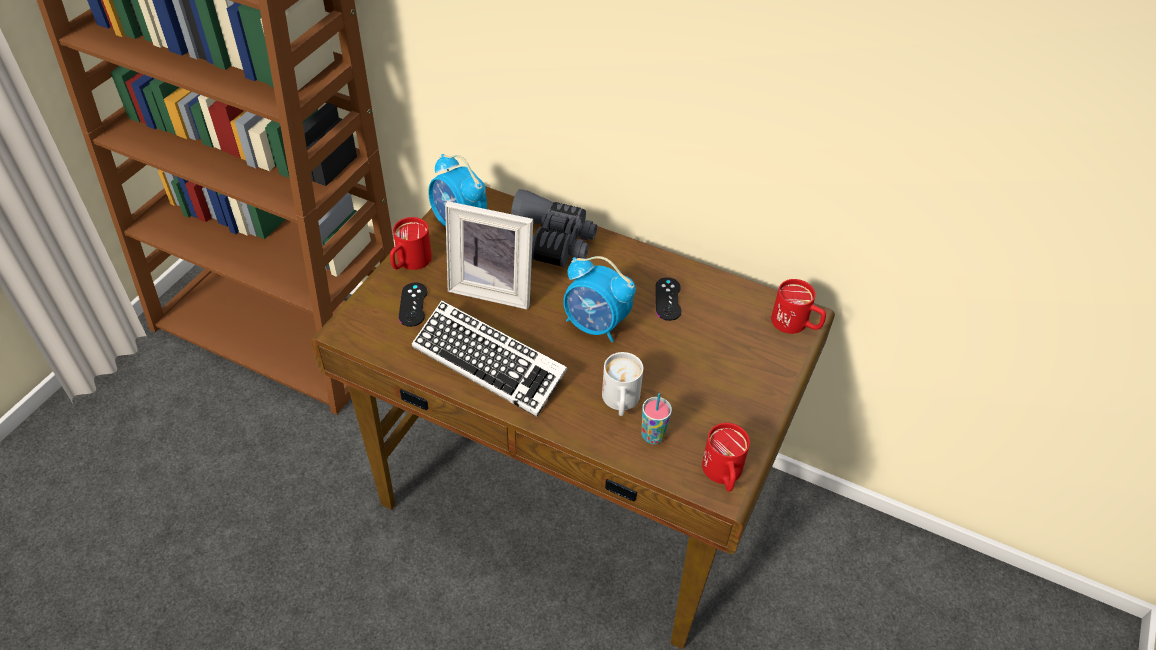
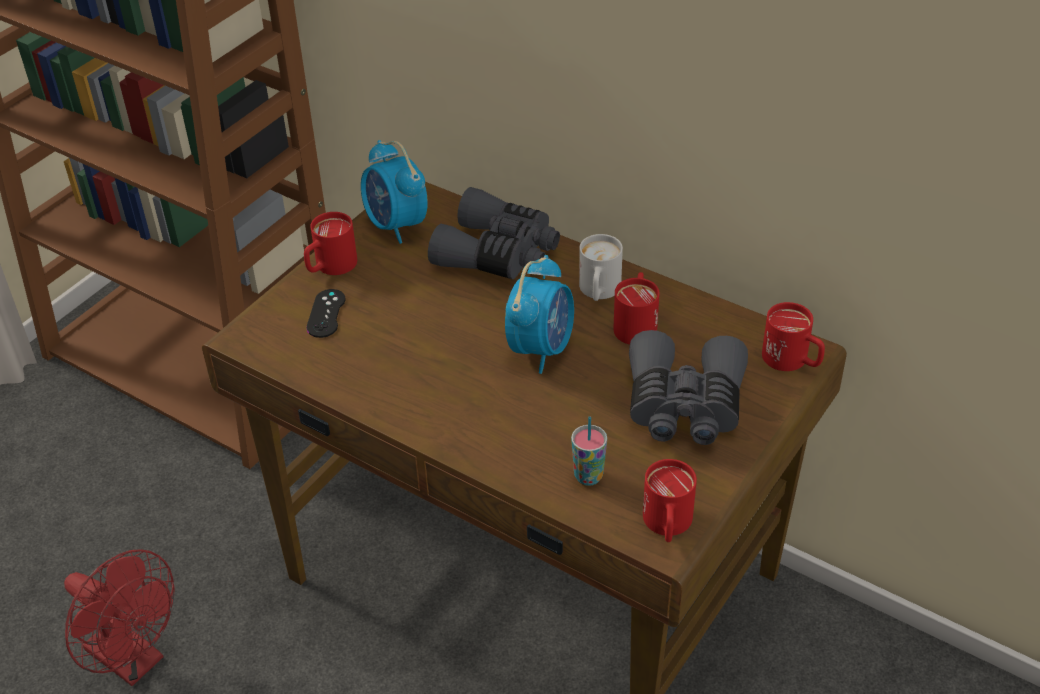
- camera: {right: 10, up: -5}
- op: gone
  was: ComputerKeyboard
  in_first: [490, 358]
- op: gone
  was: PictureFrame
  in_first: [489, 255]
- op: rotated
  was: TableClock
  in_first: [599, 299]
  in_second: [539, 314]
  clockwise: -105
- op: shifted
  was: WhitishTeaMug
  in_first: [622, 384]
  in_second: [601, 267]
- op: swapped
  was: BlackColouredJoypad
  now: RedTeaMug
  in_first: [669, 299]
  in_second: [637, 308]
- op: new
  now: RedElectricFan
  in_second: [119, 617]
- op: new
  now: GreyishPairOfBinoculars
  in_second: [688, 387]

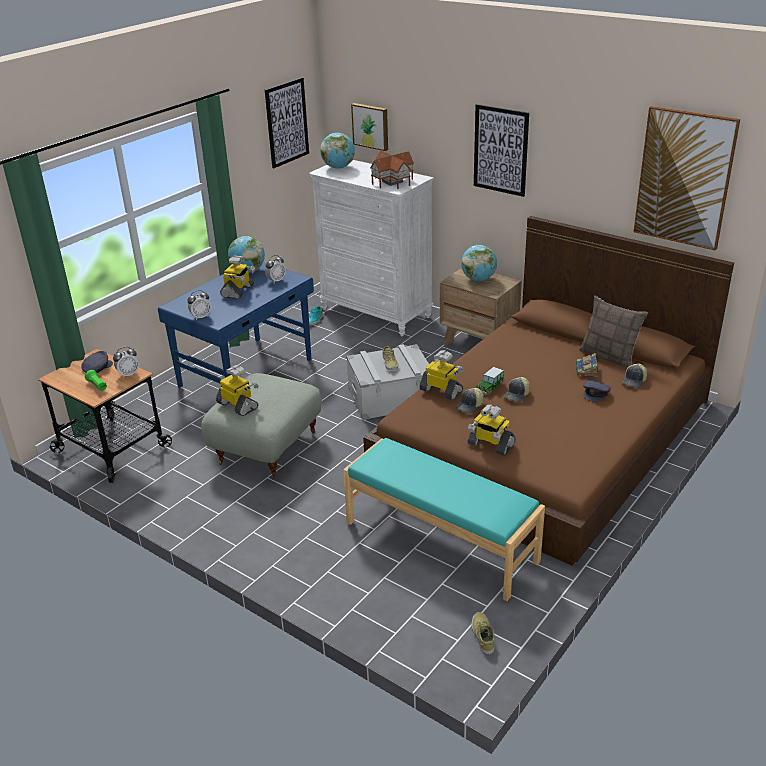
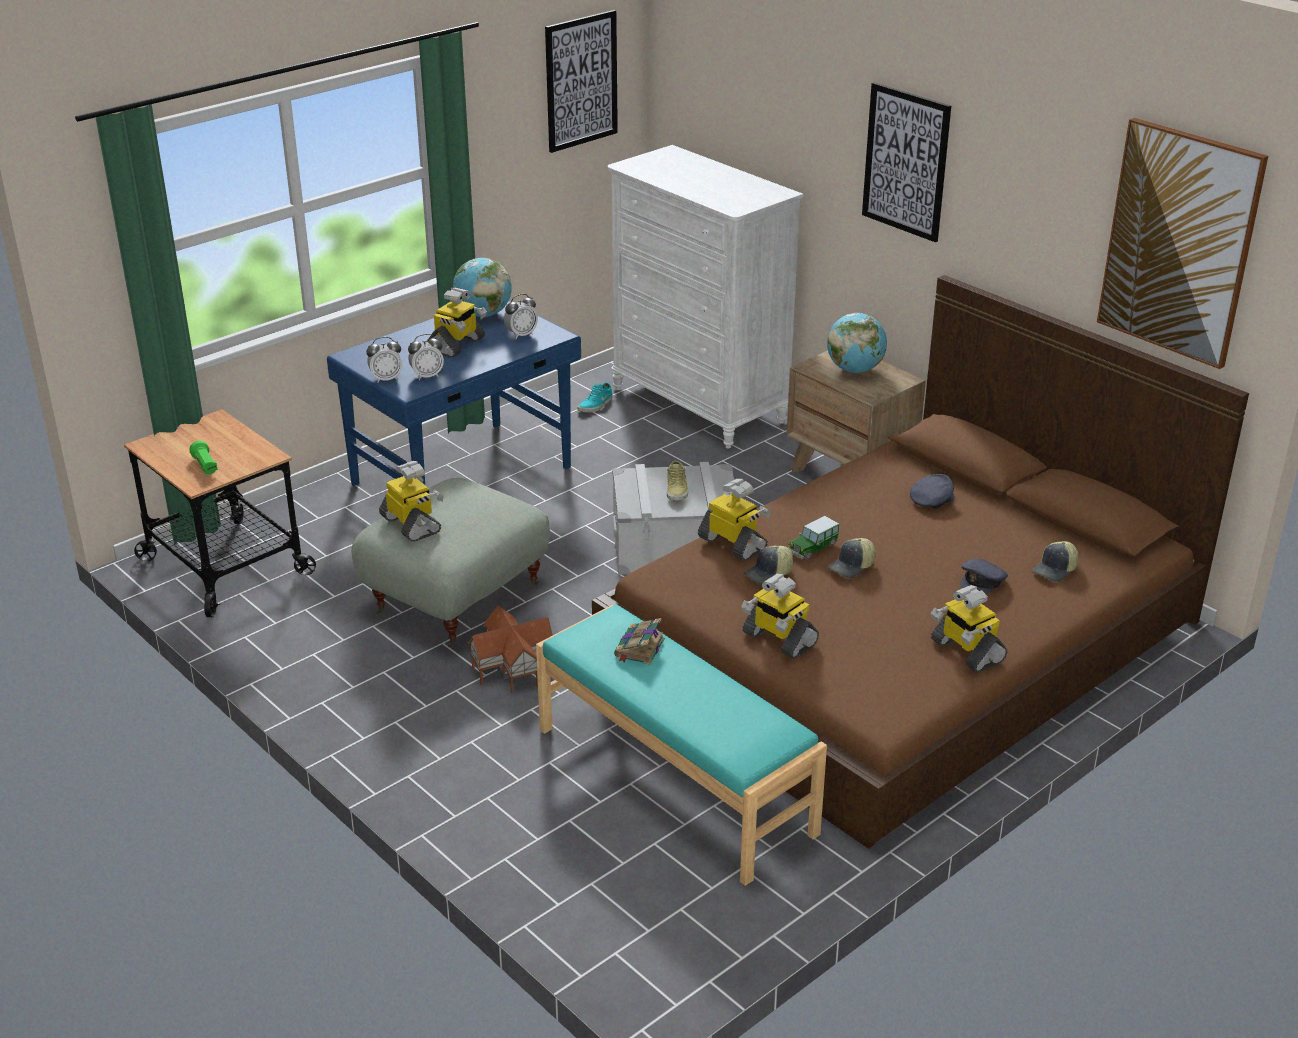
- camera: {right: 10, up: 0}
- op: shifted
  was: GreyishBaseballCap
  in_first: [97, 362]
  in_second: [932, 491]
- op: shifted
  was: TableClock
  in_first: [126, 362]
  in_second: [426, 357]
- op: gone
  was: WorldGlobe
  in_first: [337, 151]
- op: gone
  was: WallArt
  in_first: [369, 127]
- op: shifted
  was: ModelHouse
  in_first: [392, 170]
  in_second: [510, 649]
- op: gone
  was: SandColouredLowShoe
  in_first: [483, 633]
- op: shifted
  was: Volume
  in_first: [587, 365]
  in_second: [639, 641]
- op: gone
  was: Cushion
  in_first: [613, 331]
- op: new
  now: ModelRobot
  in_second: [969, 629]

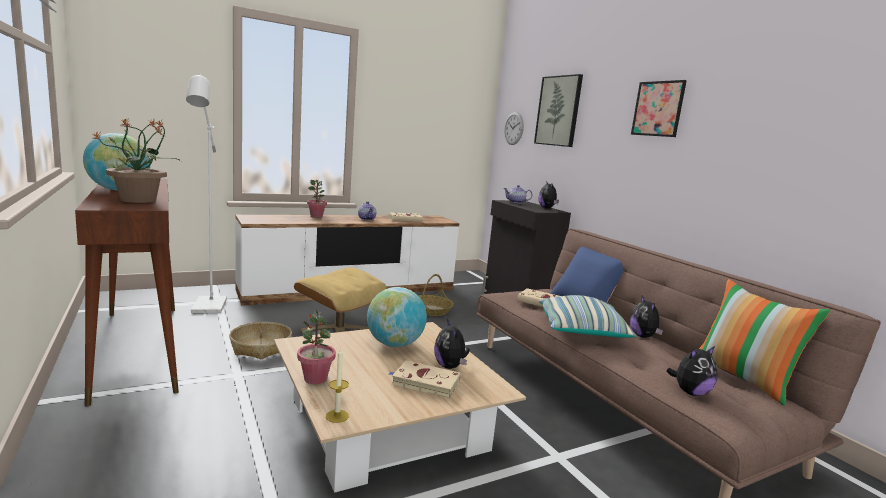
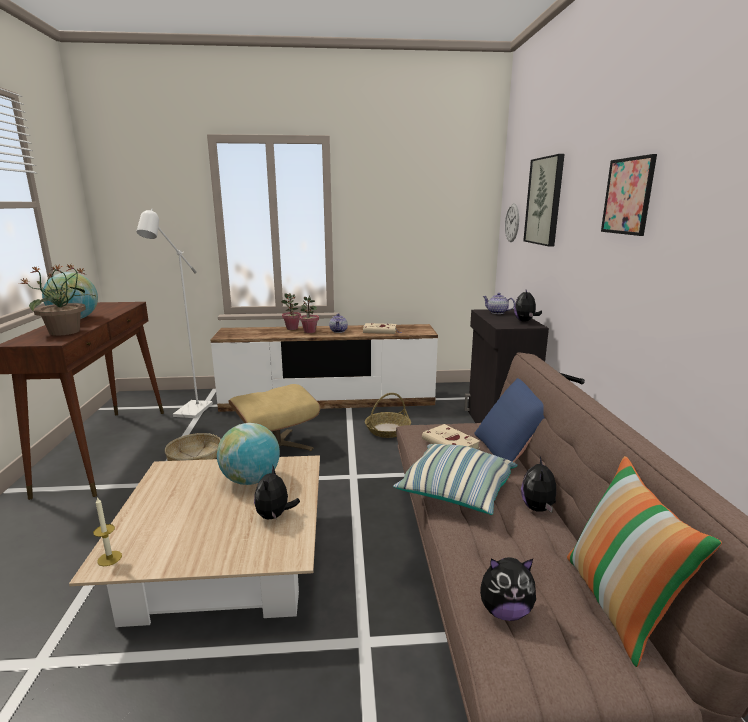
- camera: {right: 25, up: 5}
- op: shifted
  was: Houseplant
  in_first: [316, 347]
  in_second: [309, 314]
- op: gone
  was: SandColouredVolume
  in_first: [425, 380]

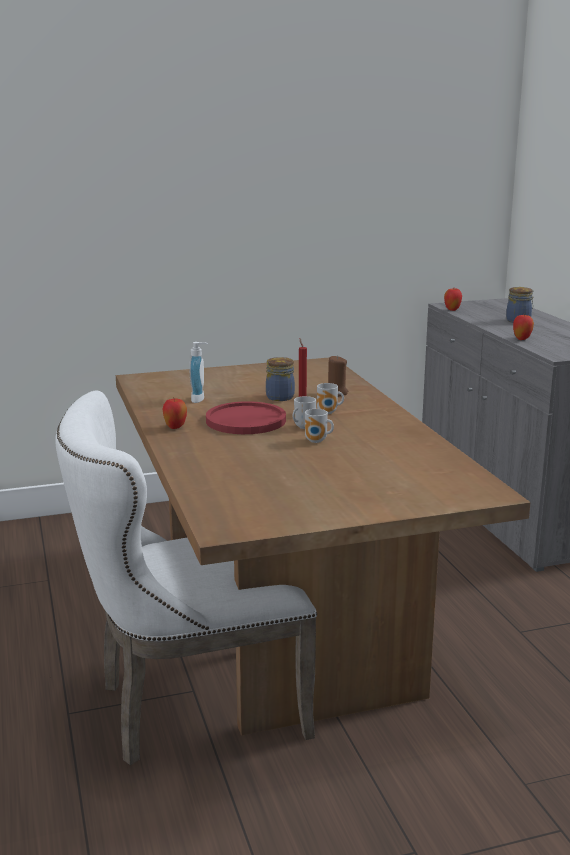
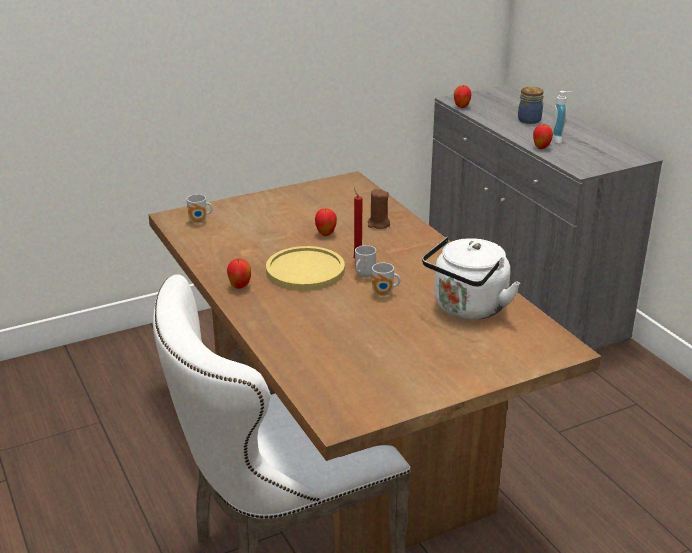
- camera: {right: -10, up: 10}
- op: shifted
  was: SoapDispenser
  in_first: [198, 372]
  in_second: [562, 117]
- op: repainted
  was: RedDinnerPlate
  now: YellowColouredDinnerPlate
  in_first: [246, 417]
  in_second: [305, 268]
- op: swapped
  was: StorageJar
  now: Apple
  in_first: [280, 379]
  in_second: [326, 222]
- op: shifted
  was: TeaMug
  in_first: [330, 398]
  in_second: [199, 208]
- op: new
  now: WhitishTeaKettle
  in_second: [471, 278]

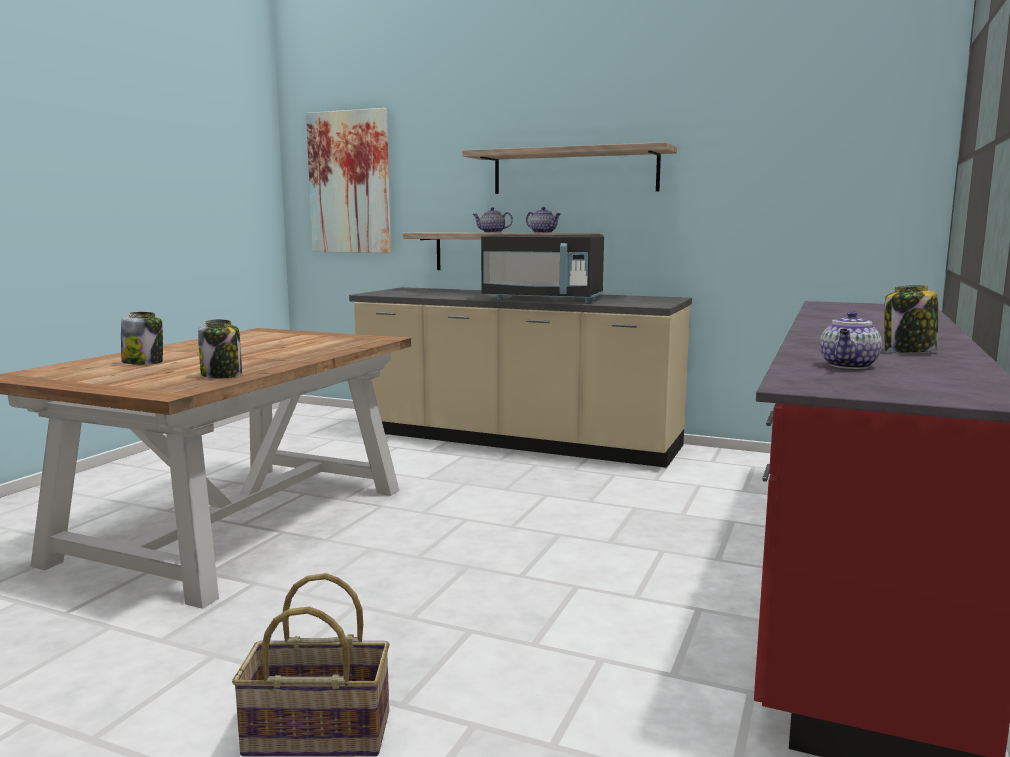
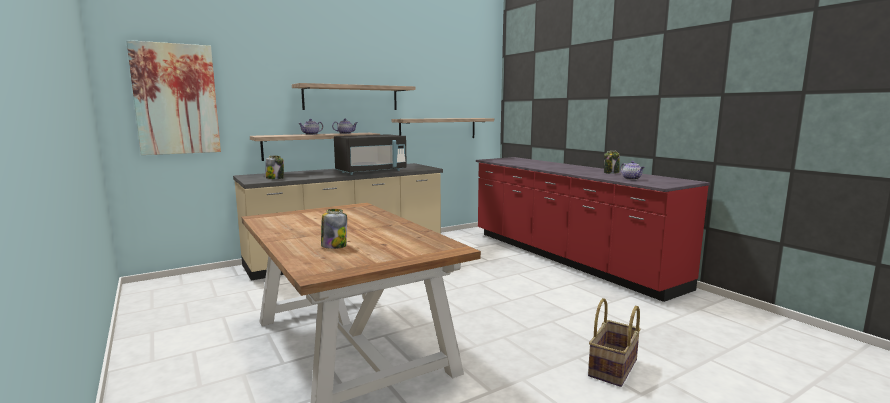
- camera: {right: -55, up: 0}
- op: shifted
  was: StorageJar
  in_first: [220, 349]
  in_second: [274, 167]
- op: new
  now: BracketShelf
  in_second: [443, 128]

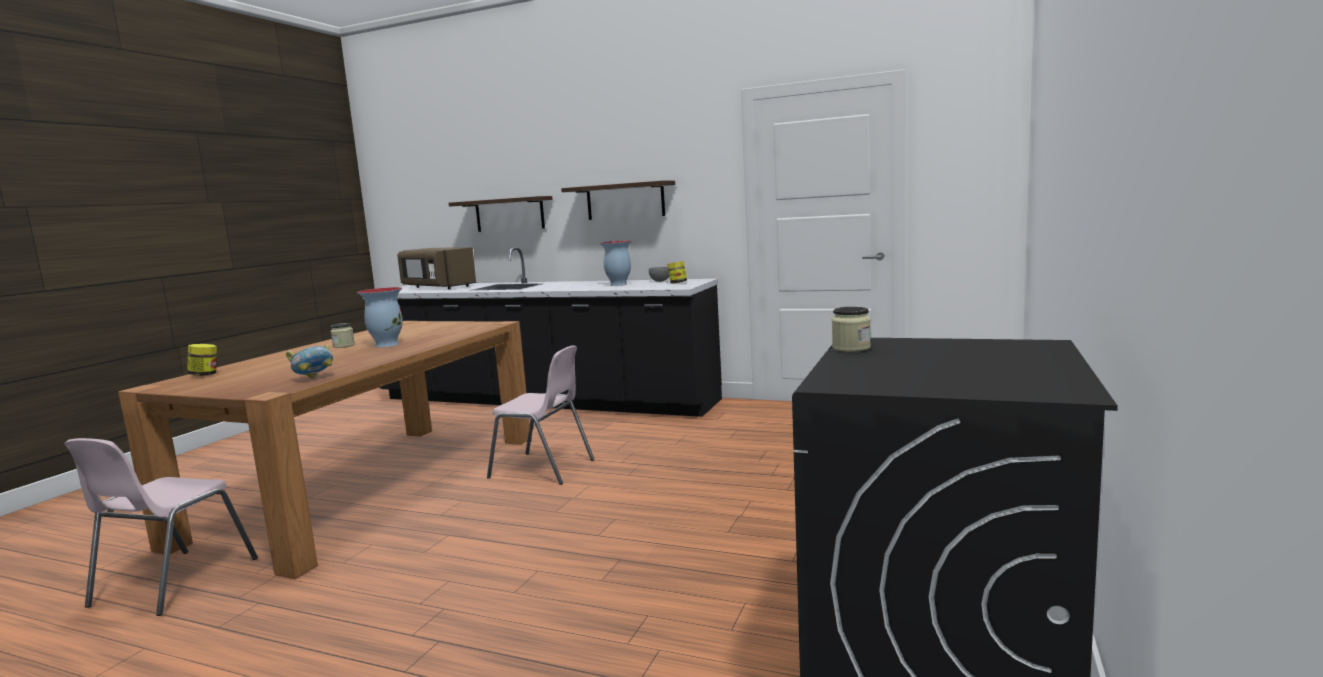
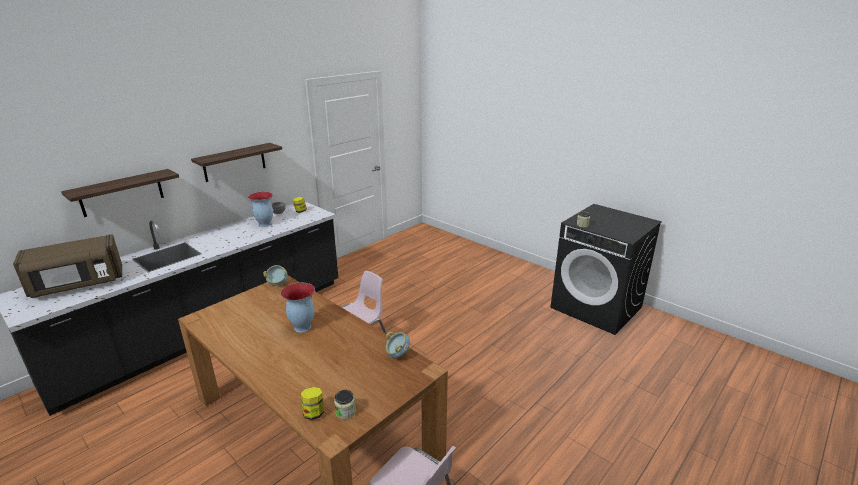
- camera: {right: -70, up: 15}
- op: shifted
  was: StorageJar
  in_first: [343, 335]
  in_second: [345, 404]
- op: new
  now: ServingBowl
  in_second: [275, 275]

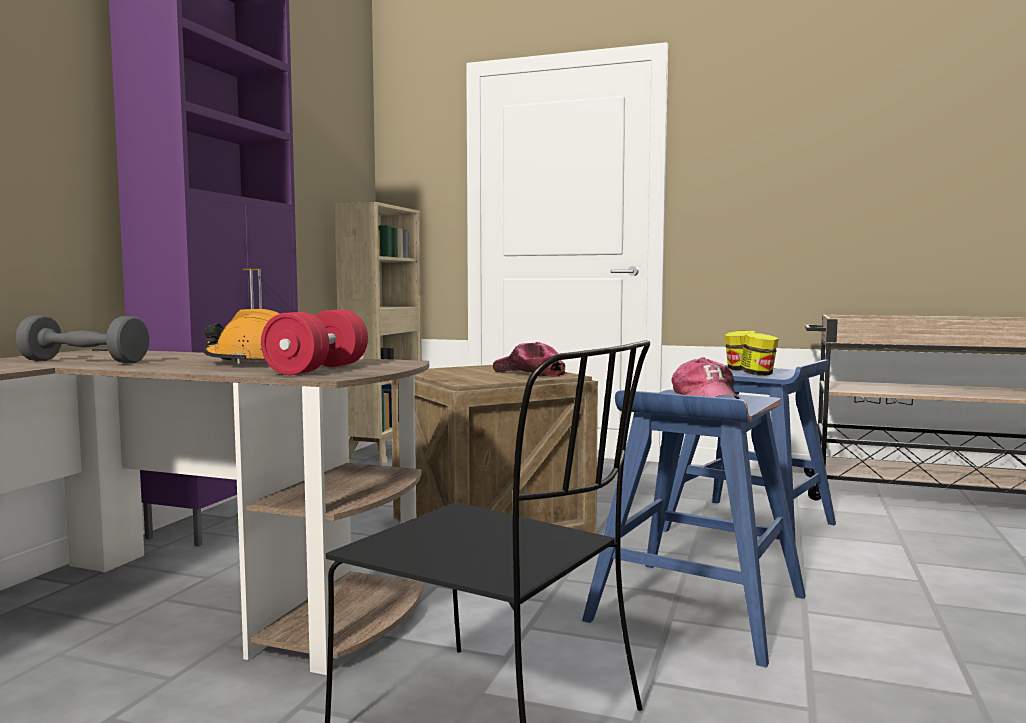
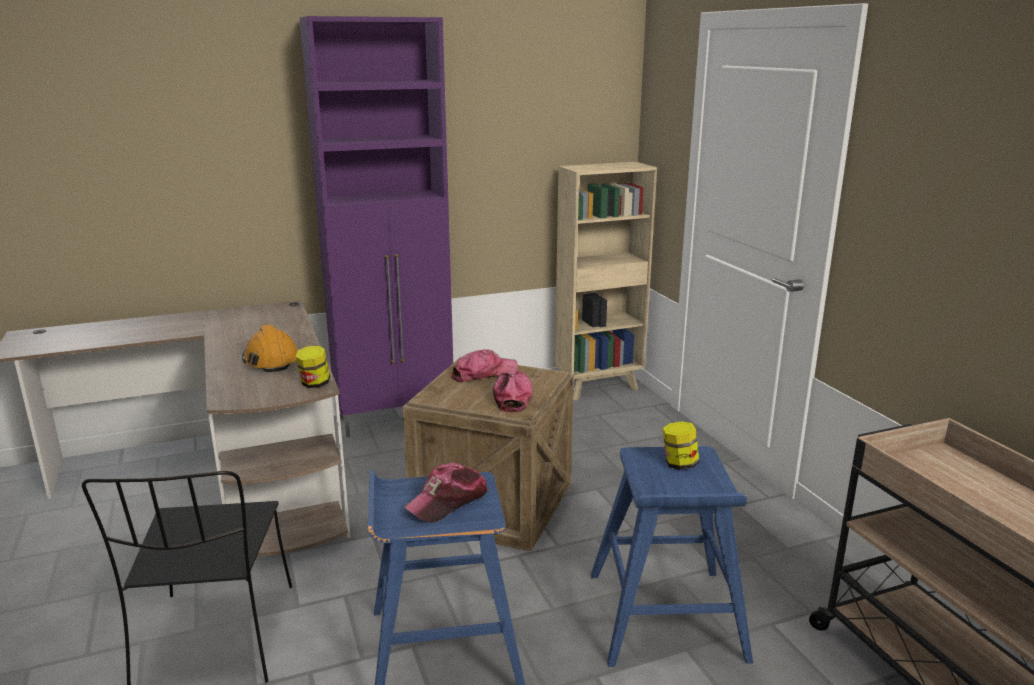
- camera: {right: 50, up: 15}
- op: gone
  was: GreyishDumbbell
  in_first: [82, 339]
- op: gone
  was: RedDumbbell
  in_first: [314, 342]
- op: shifted
  was: StorageJar
  in_first: [759, 354]
  in_second: [313, 366]
- op: new
  now: BaseballCap
  in_second: [484, 365]

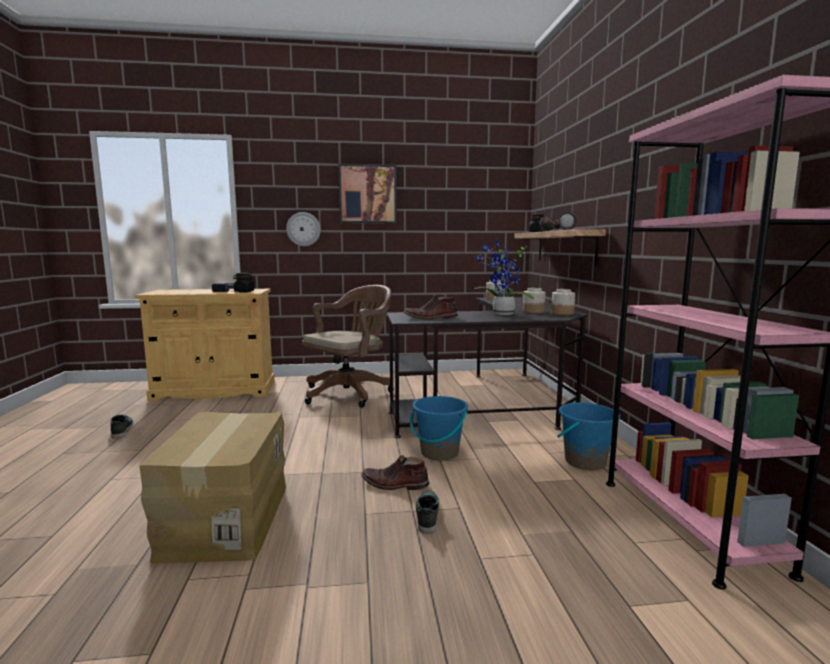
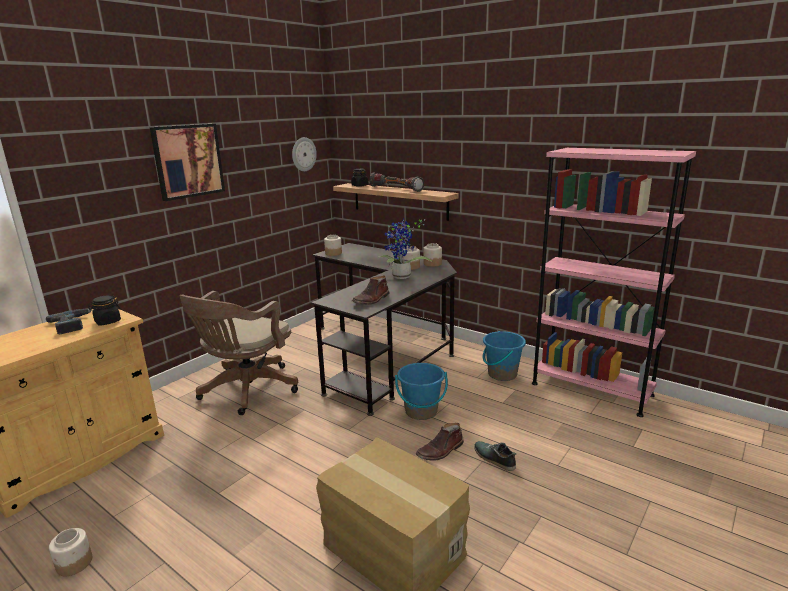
- camera: {right: -45, up: 10}
- op: swapped
  was: LowShoe
  now: StorageJar
  in_first: [121, 426]
  in_second: [70, 552]
- op: shifted
  was: ClockOnTheWall
  in_first: [303, 229]
  in_second: [304, 154]
- op: rotated
  was: BrownDeskChair
  in_first: [348, 346]
  in_second: [238, 353]
  clockwise: -150

